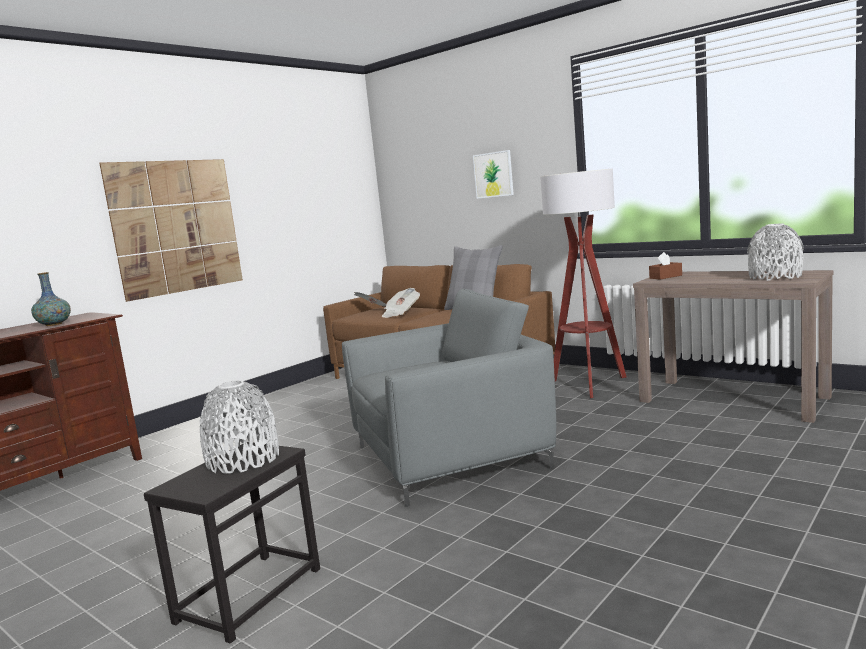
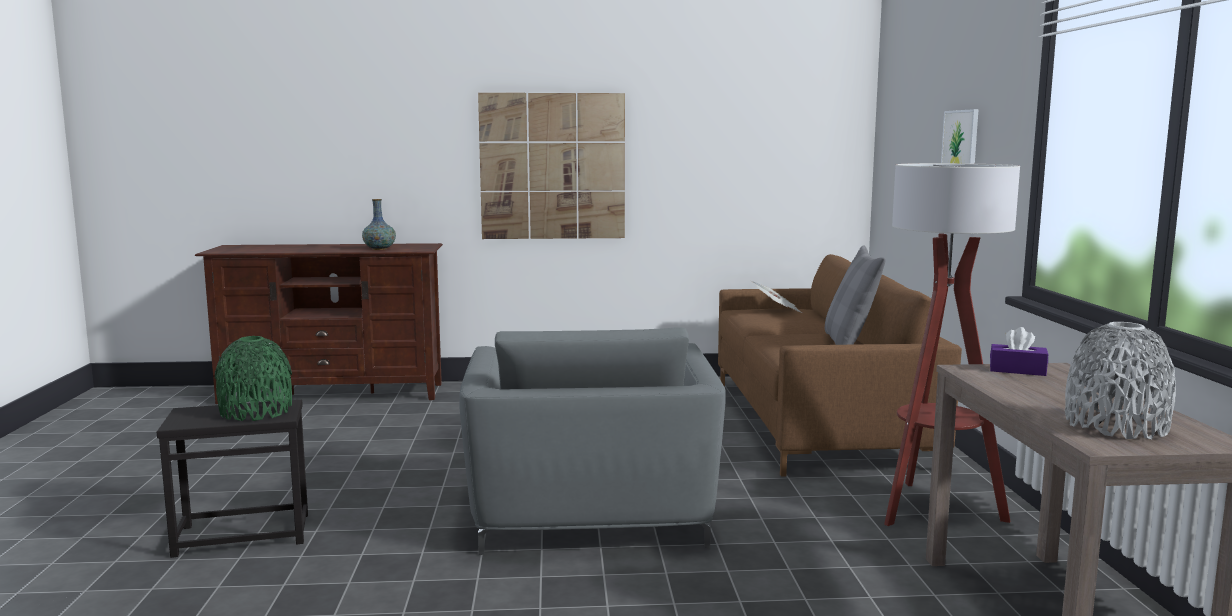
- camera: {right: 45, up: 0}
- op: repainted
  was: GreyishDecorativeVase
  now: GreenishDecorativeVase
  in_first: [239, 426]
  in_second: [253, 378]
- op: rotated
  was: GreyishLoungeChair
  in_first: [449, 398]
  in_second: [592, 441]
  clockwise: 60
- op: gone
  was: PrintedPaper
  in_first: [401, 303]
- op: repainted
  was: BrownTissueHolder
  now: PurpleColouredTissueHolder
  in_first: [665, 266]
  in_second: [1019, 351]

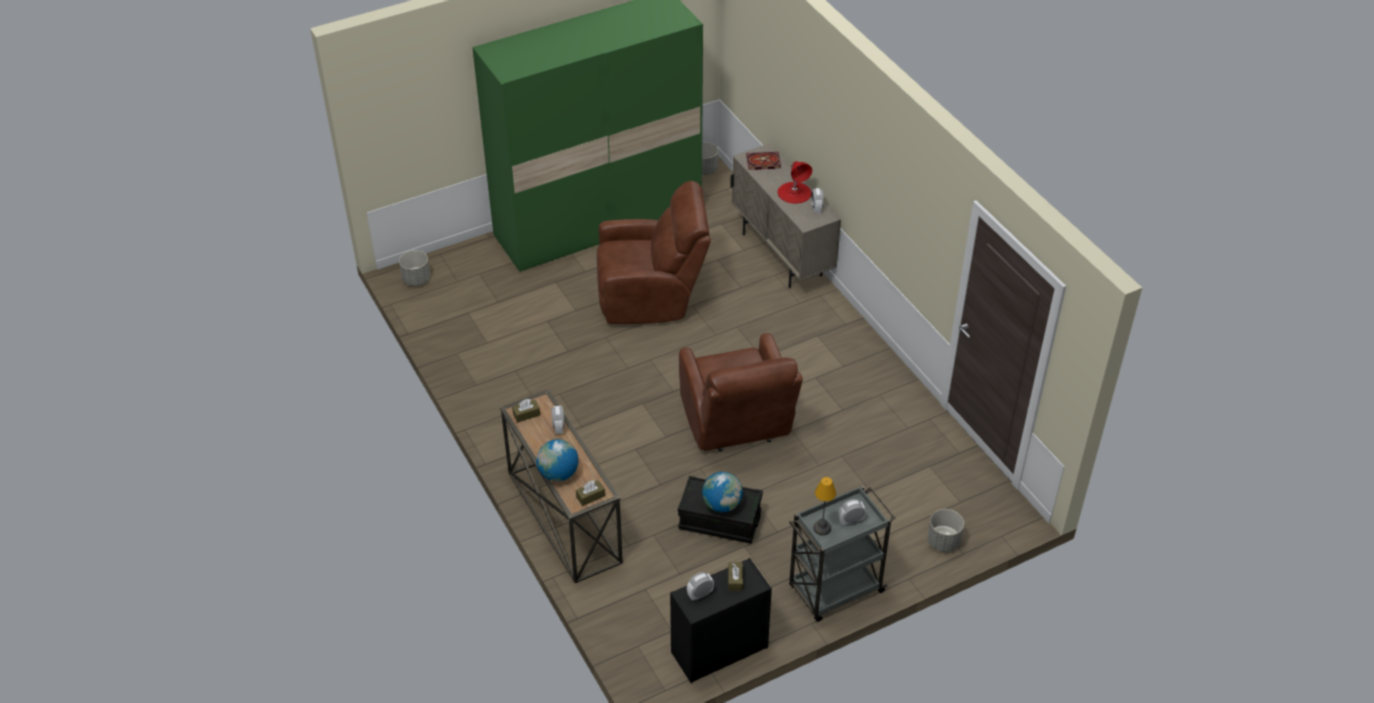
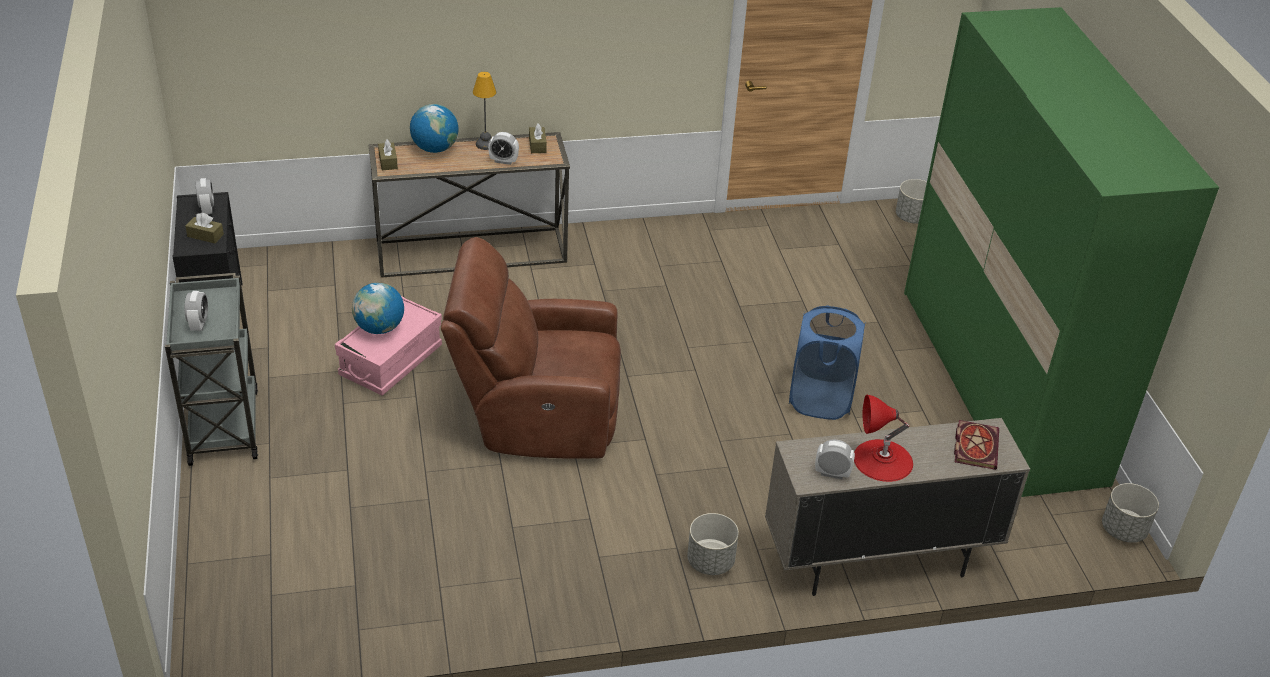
- camera: {right: 105, up: -5}
- op: swapped
  was: BrownLoungeChair
  now: BluishWashingBasket
  in_first: [654, 252]
  in_second: [827, 363]
- op: repainted
  was: BlackColouredStorageContainer
  now: PinkStorageContainer
  in_first: [720, 510]
  in_second: [388, 346]
- op: shifted
  was: TableLamp
  in_first: [824, 506]
  in_second: [484, 111]
- op: shifted
  was: GreyishFlowerPot
  in_first: [945, 530]
  in_second: [713, 544]

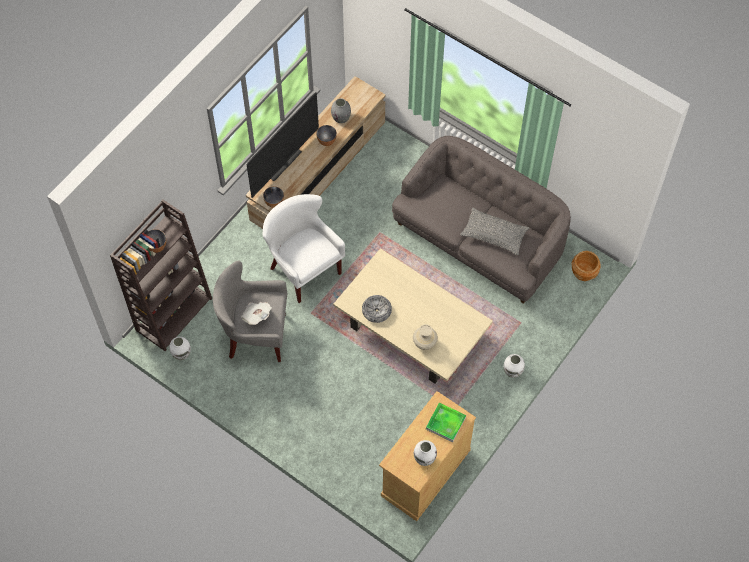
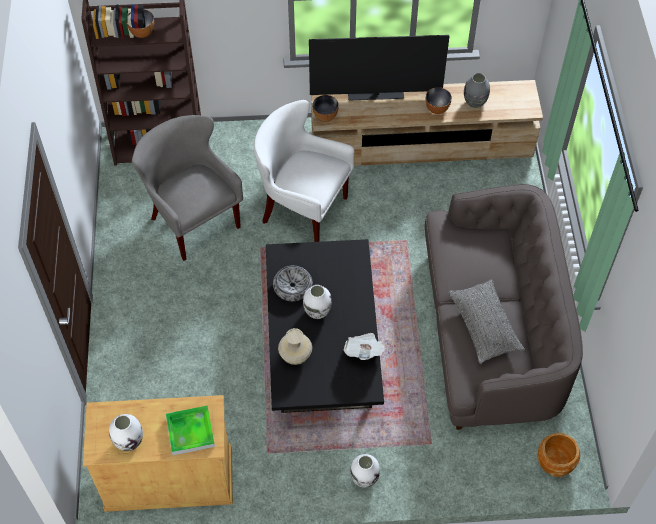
- camera: {right: 50, up: -5}
- op: shifted
  was: WhitishDecorativeVase
  in_first: [180, 348]
  in_second: [317, 302]
- op: shifted
  was: PrintedPaper
  in_first: [256, 313]
  in_second: [365, 346]
- op: rotated
  was: WhitishLoungeChair
  in_first: [303, 248]
  in_second: [303, 171]
  clockwise: -75
- op: repainted
  was: SandColouredLowTable
  now: BlackColouredLowTable
  in_first: [413, 315]
  in_second: [325, 326]

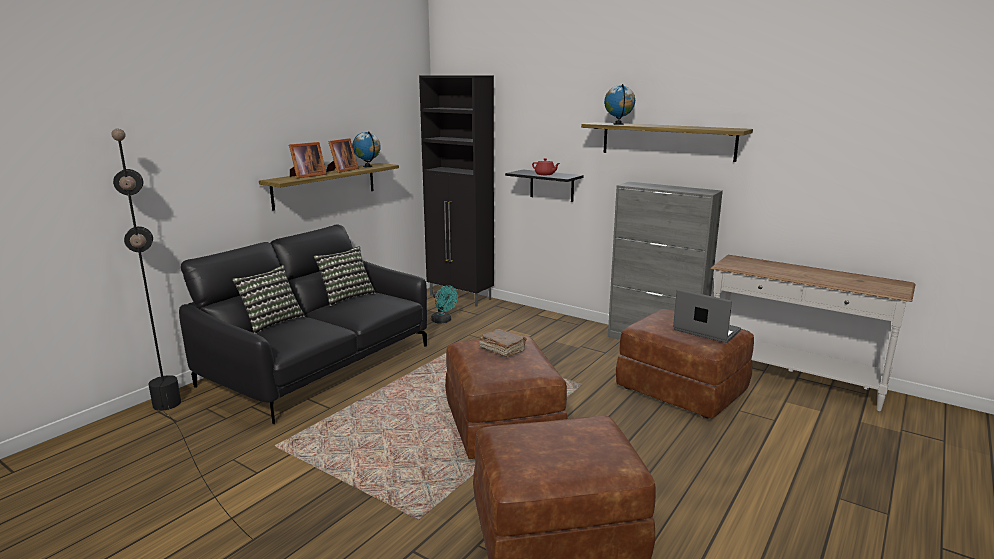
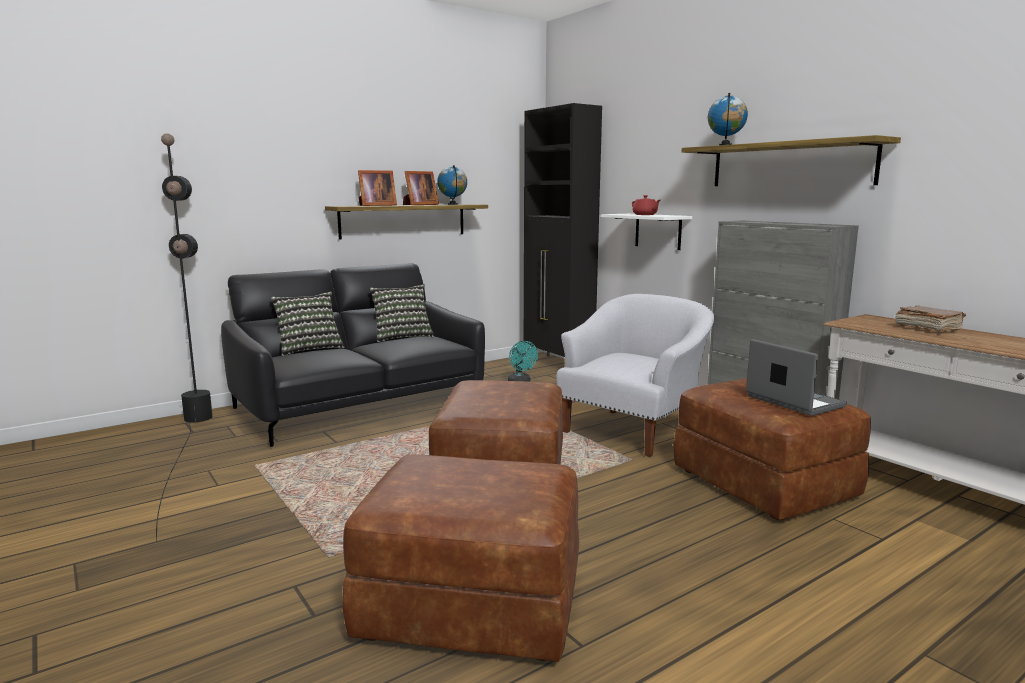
- camera: {right: 20, up: -5}
- op: shifted
  was: BrownVolume
  in_first: [503, 343]
  in_second: [930, 318]
- op: repainted
  was: BlackColouredBracketShelf
  now: WhitishBracketShelf
  in_first: [544, 186]
  in_second: [646, 232]
- op: new
  now: WhitishLoungeChair
  in_second: [635, 375]

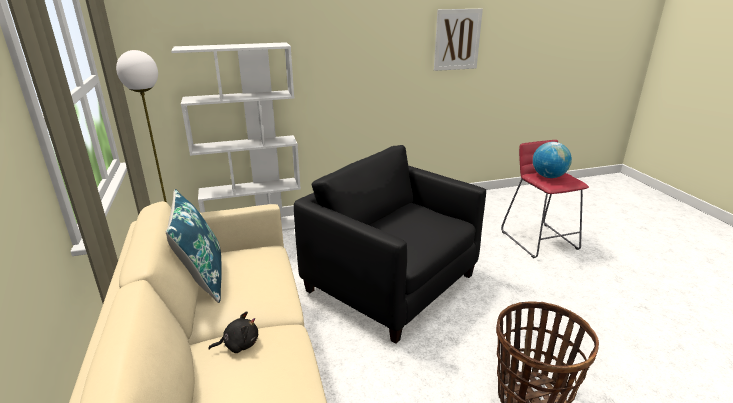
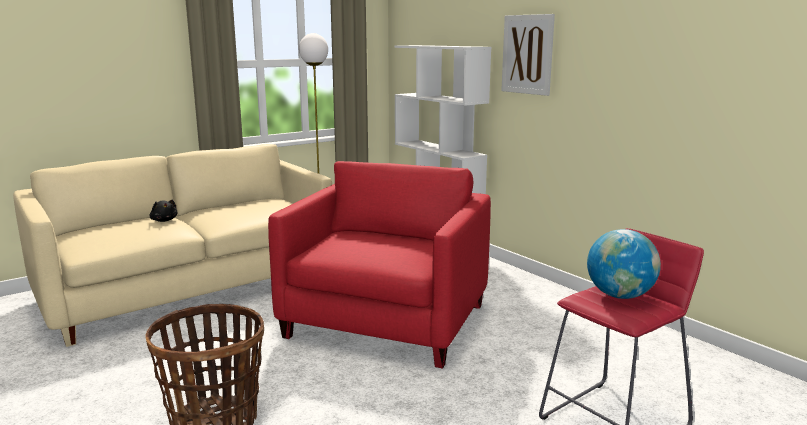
- camera: {right: 70, up: -10}
- op: gone
  was: BluishCushion
  in_first: [194, 246]
- op: repainted
  was: BlackColouredLoungeChair
  now: RedLoungeChair
  in_first: [390, 244]
  in_second: [379, 265]
- op: shifted
  was: WallArt
  in_first: [458, 40]
  in_second: [528, 55]

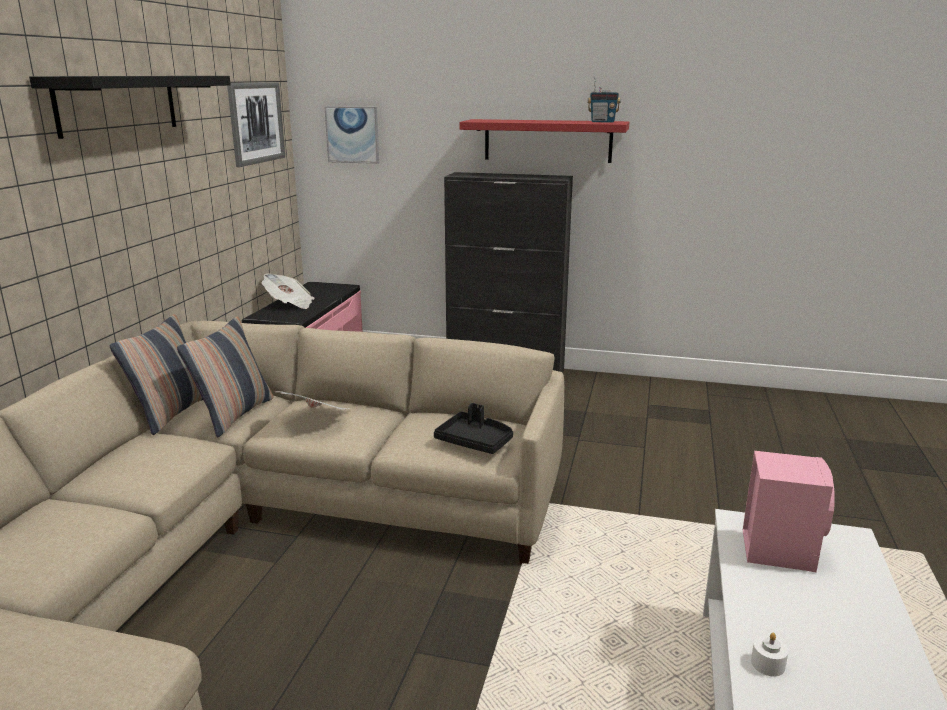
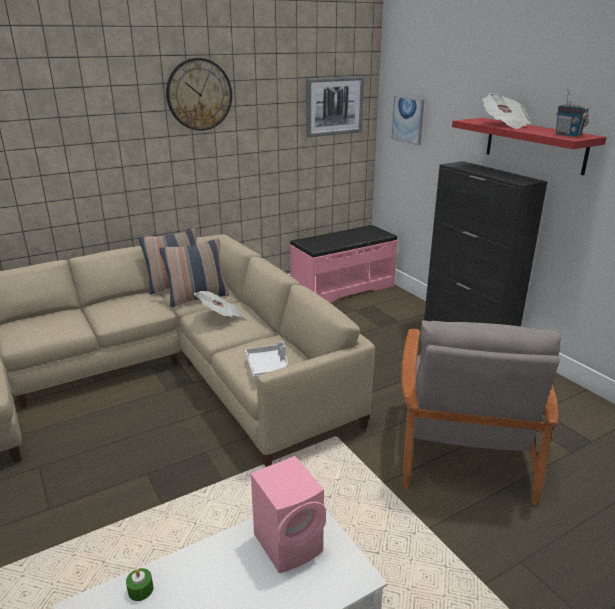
- camera: {right: 45, up: 5}
- op: swapped
  was: BlackColouredBracketShelf
  now: ClockOnTheWall
  in_first: [130, 107]
  in_second: [199, 94]
- op: shifted
  was: PrintedPaper
  in_first: [287, 291]
  in_second: [507, 111]
- op: repainted
  was: BlackColouredServingTray
  now: WhitishServingTray
  in_first: [473, 428]
  in_second: [266, 360]
- op: repainted
  was: WhitishWaxCandle
  now: GreenishWaxCandle
  in_first: [770, 655]
  in_second: [139, 584]
- op: new
  now: GreyishLoungeChair
  in_second: [481, 412]

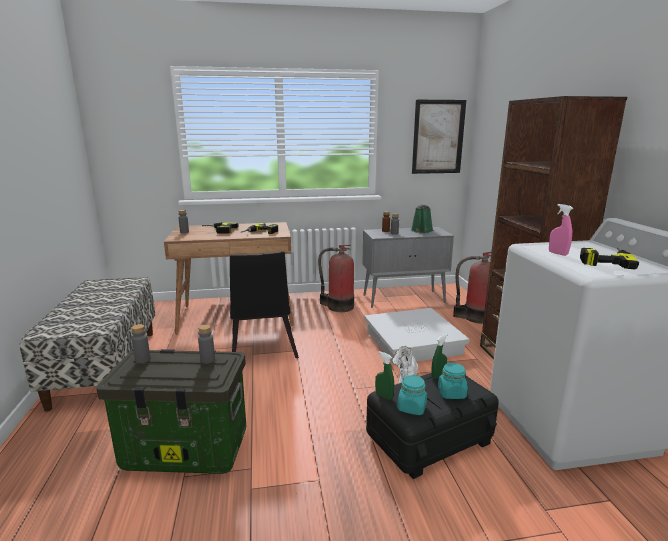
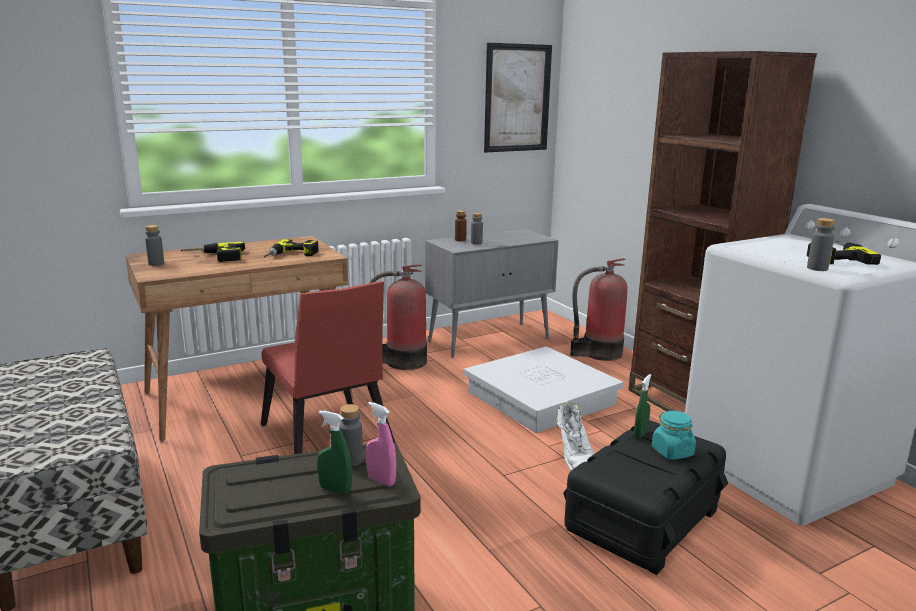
- camera: {right: -20, up: 0}
- op: shifted
  was: GreyishBottle
  in_first: [141, 343]
  in_second: [821, 244]
- op: repainted
  was: BlackColouredPlainChair
  now: RedPlainChair
  in_first: [264, 305]
  in_second: [328, 367]
- op: shifted
  was: GreenishSprayBottle
  in_first: [384, 375]
  in_second: [334, 452]
- op: gone
  was: TurquoiseColouredStorageJar
  in_first: [412, 394]
- op: gone
  was: GreenishSprinklingCan
  in_first: [422, 219]
- op: shifted
  was: PinkSprayBottle
  in_first: [561, 230]
  in_second: [381, 444]

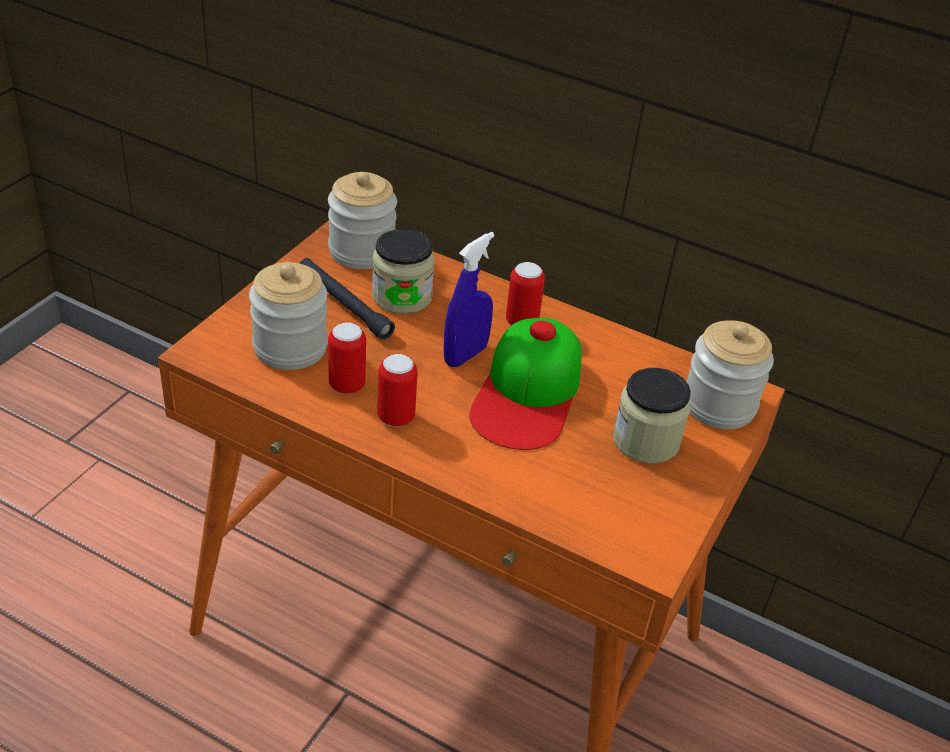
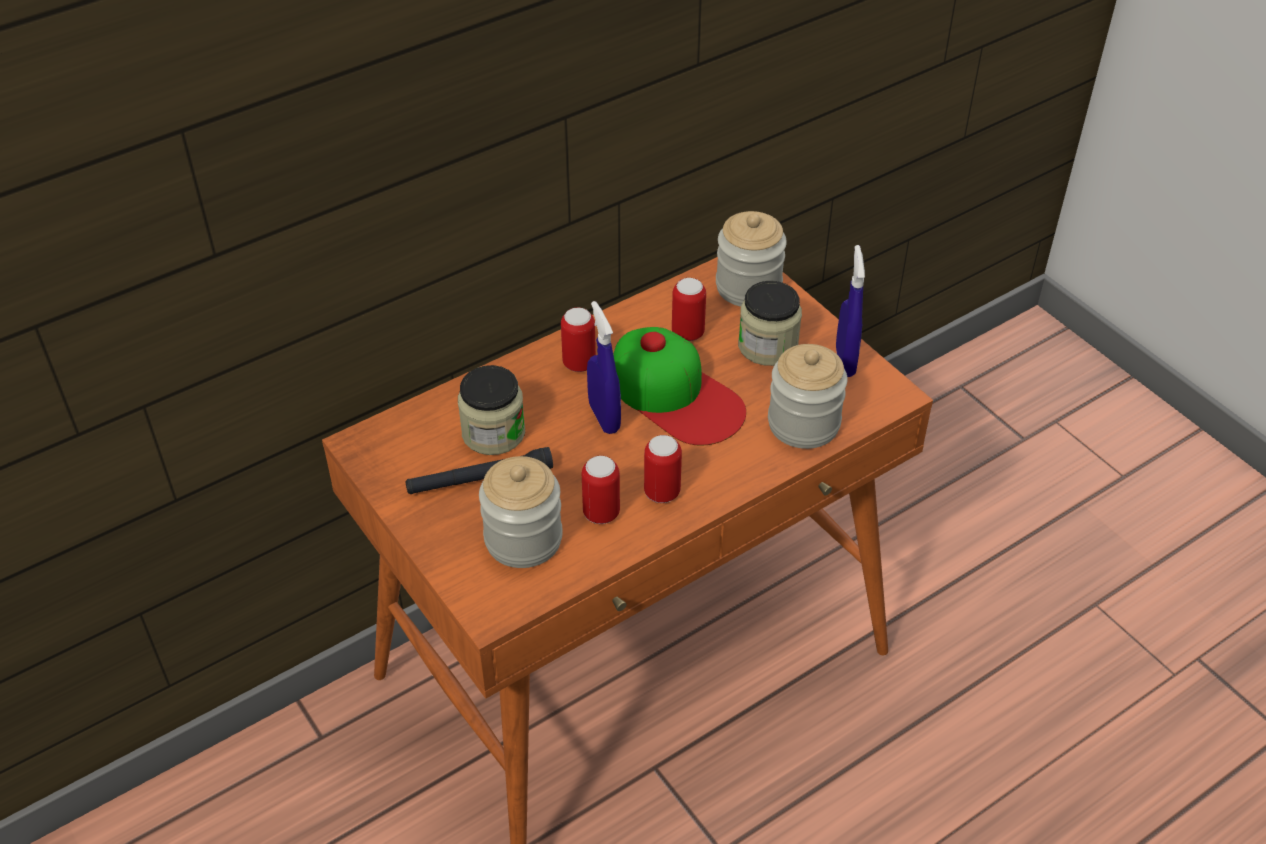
- camera: {right: -60, up: 5}
- op: shifted
  was: StorageJar
  in_first: [362, 220]
  in_second: [808, 396]
- op: new
  now: SealedCan
  in_second: [689, 309]
- op: new
  now: BluishSprayBottle
  in_second: [850, 311]

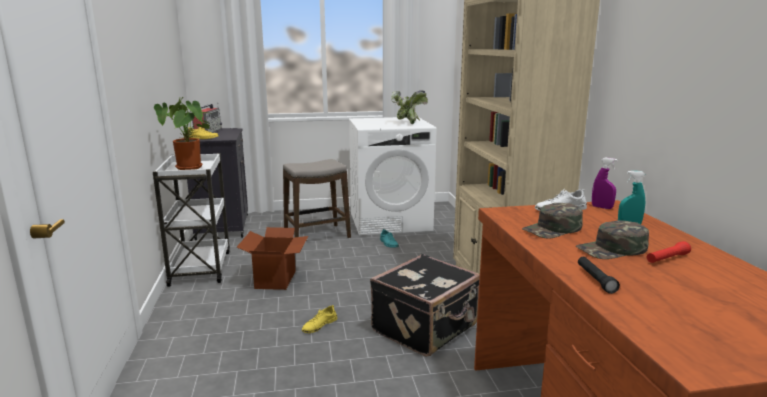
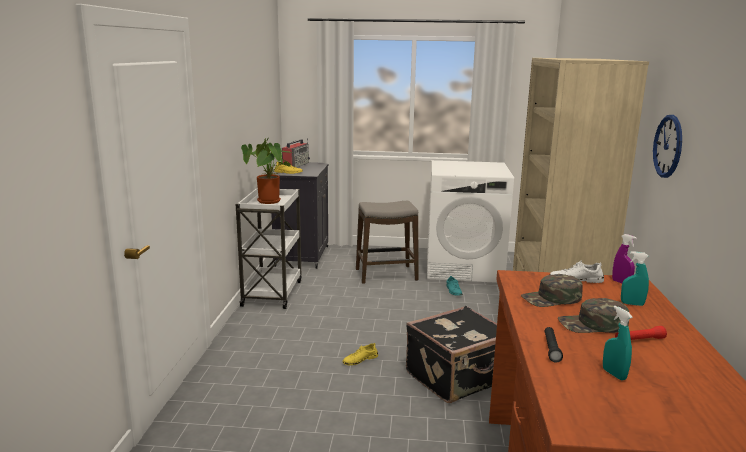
- camera: {right: 15, up: 0}
- op: gone
  was: Carton
  in_first: [272, 258]
- op: gone
  was: Houseplant
  in_first: [409, 107]
- op: new
  now: TurquoiseColouredSprayBottle
  in_second: [618, 343]
- op: new
  now: ClockOnTheWall
  in_second: [667, 146]

